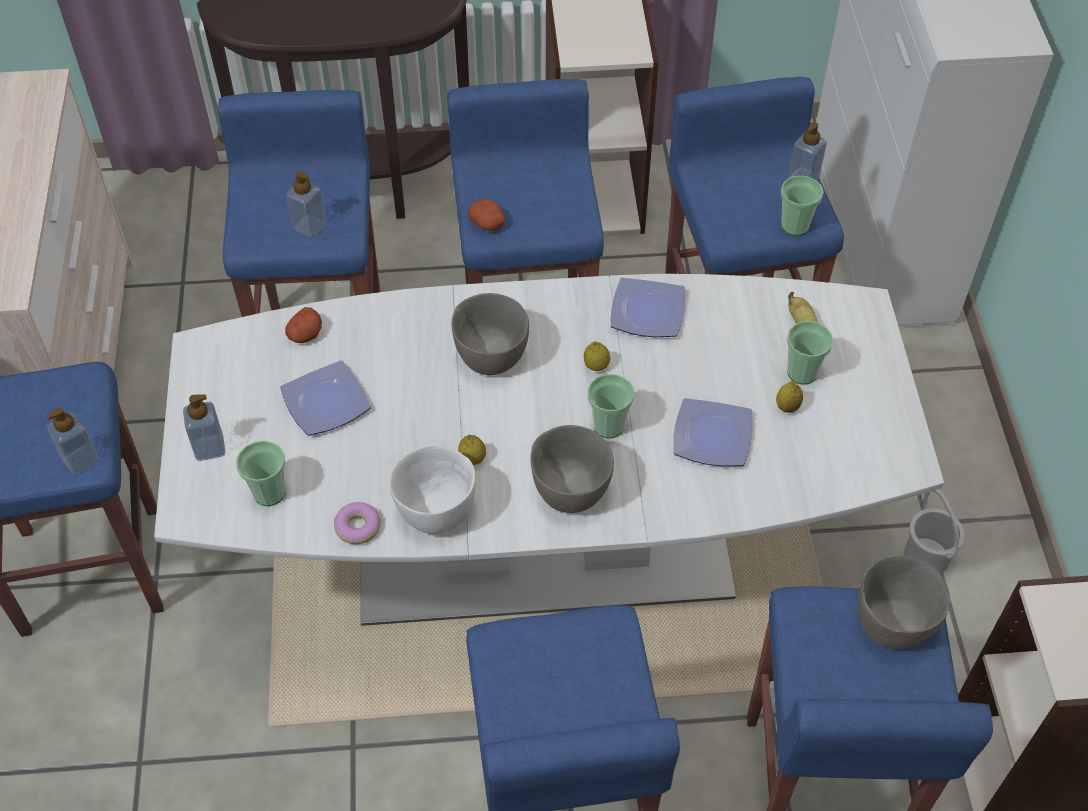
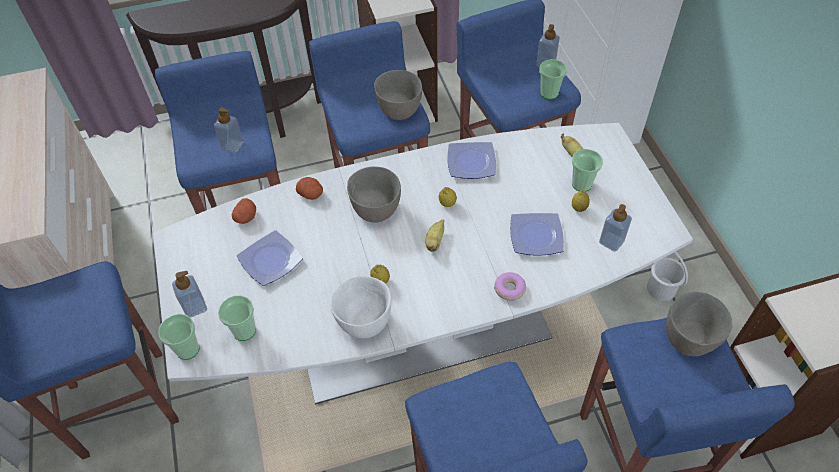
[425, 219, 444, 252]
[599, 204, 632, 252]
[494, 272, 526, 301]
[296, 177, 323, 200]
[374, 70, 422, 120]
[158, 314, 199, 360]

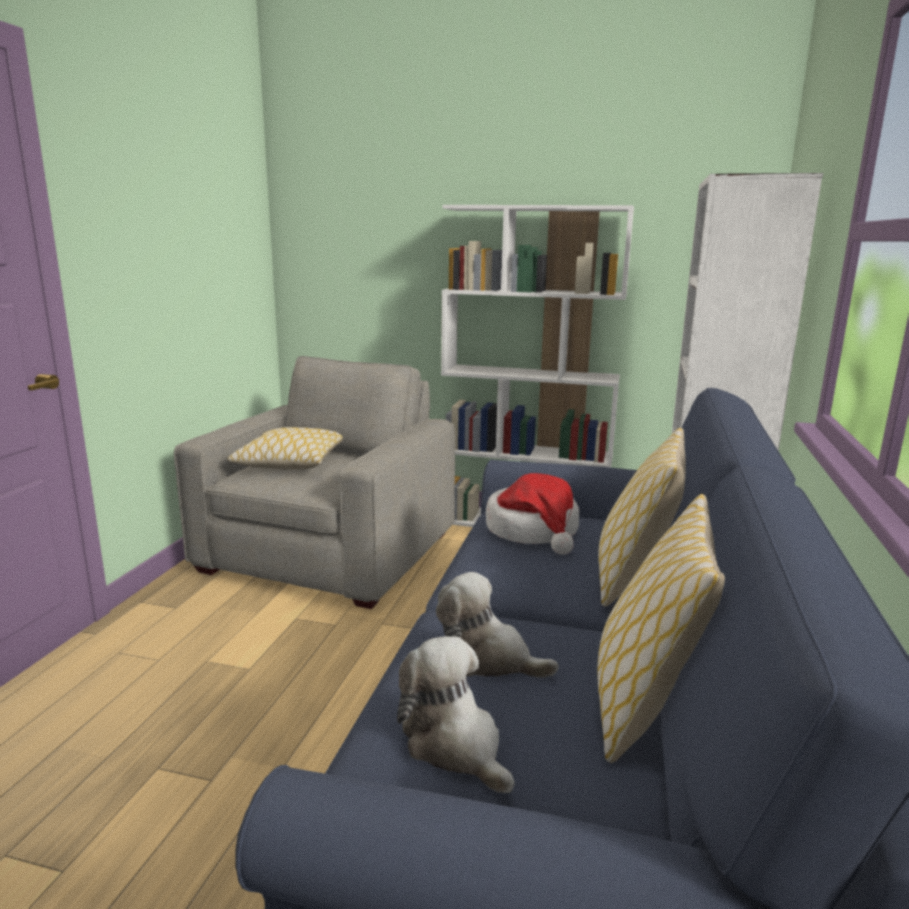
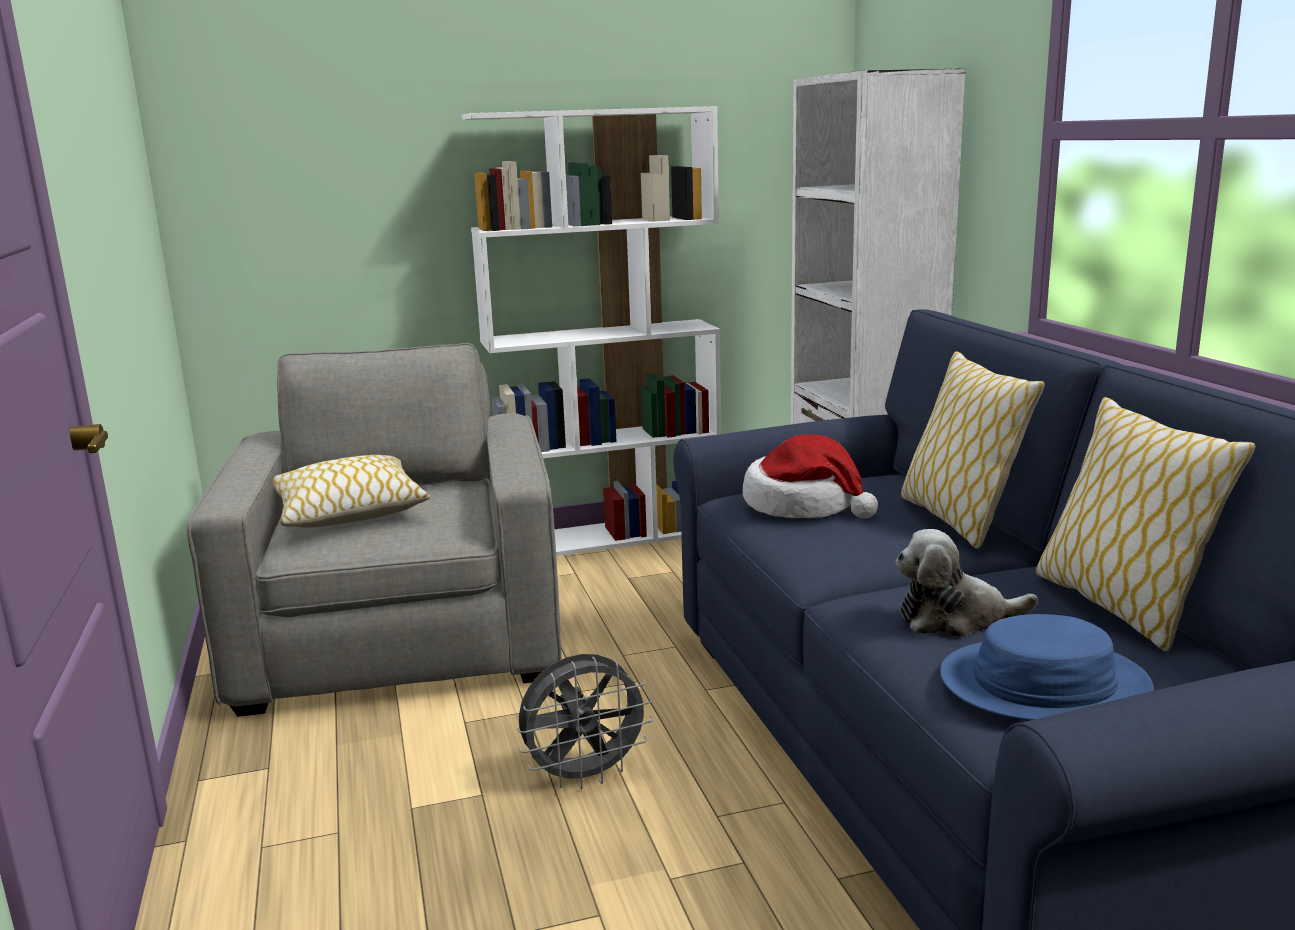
[517, 654, 654, 789]
[940, 614, 1154, 721]

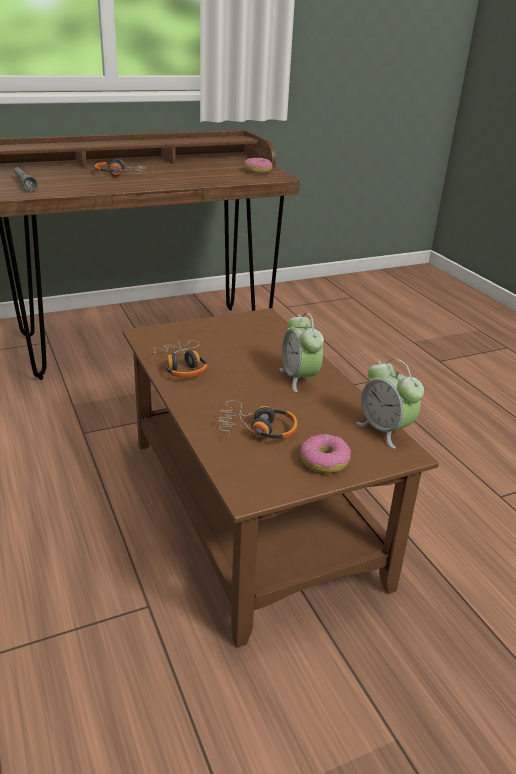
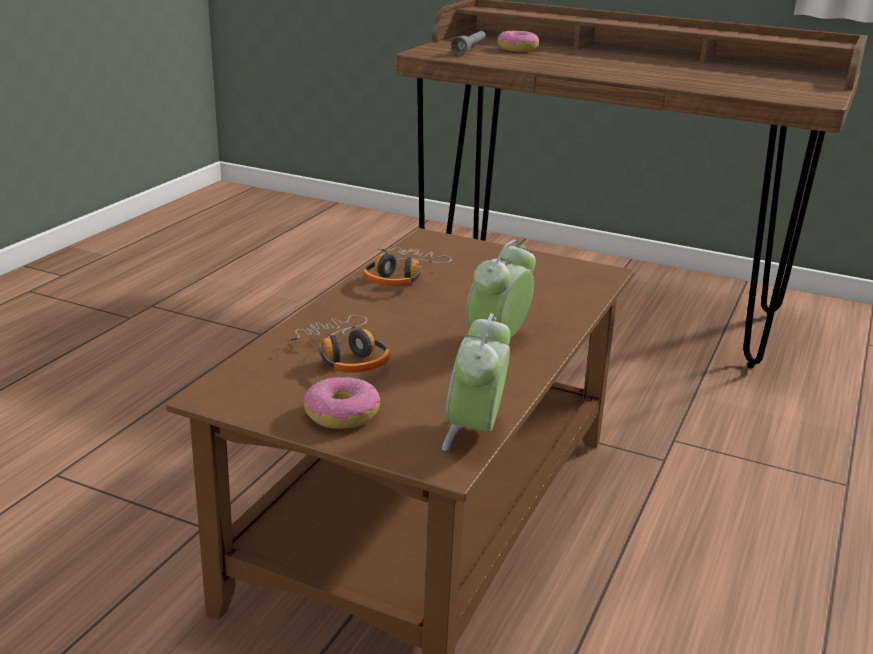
[94, 159, 145, 176] (first image)
[498, 30, 539, 51]

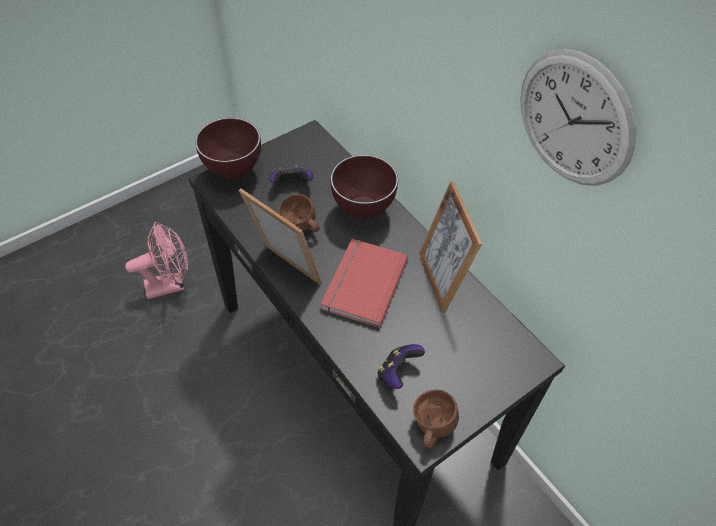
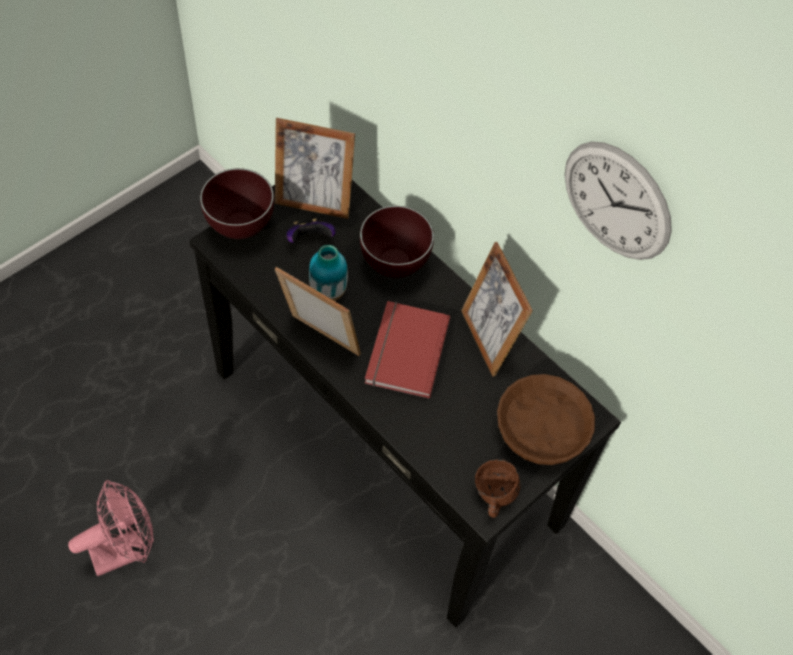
[378, 344, 425, 389] (first image)
[275, 118, 355, 219]
[497, 374, 595, 465]
[68, 480, 154, 576]
[309, 245, 348, 301]

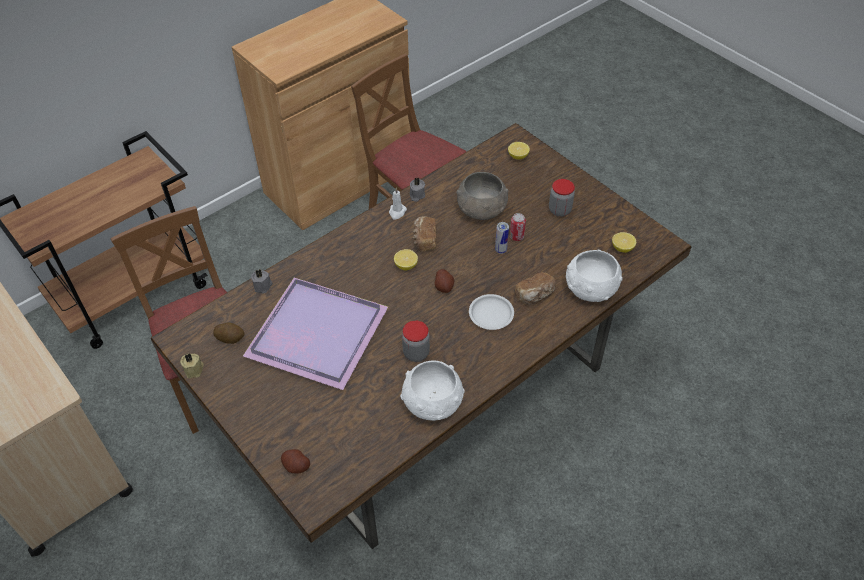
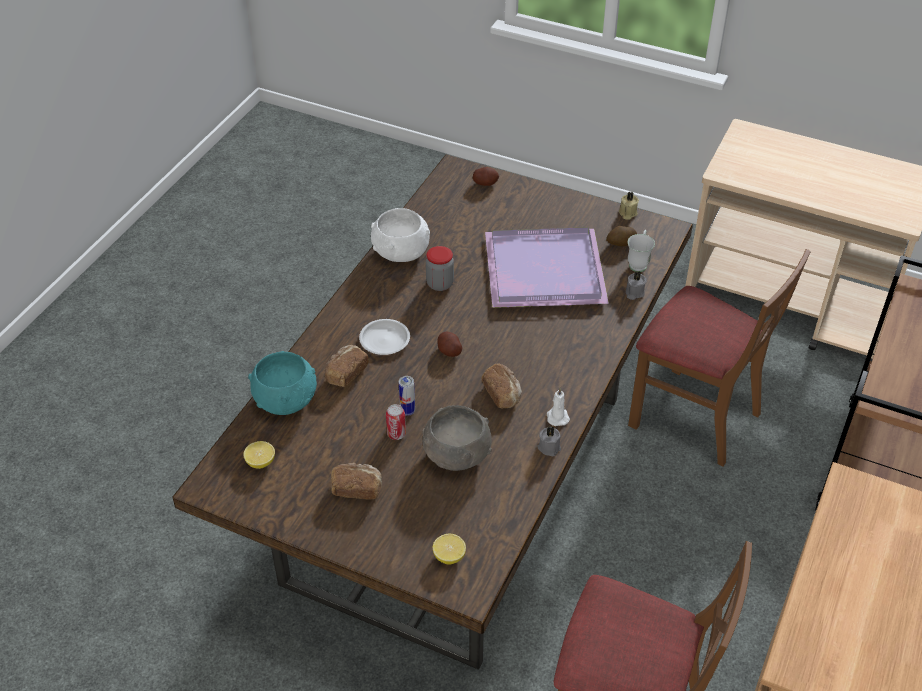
[394, 249, 418, 270] (first image)
[628, 230, 655, 272]
[331, 463, 382, 500]
[248, 351, 317, 415]

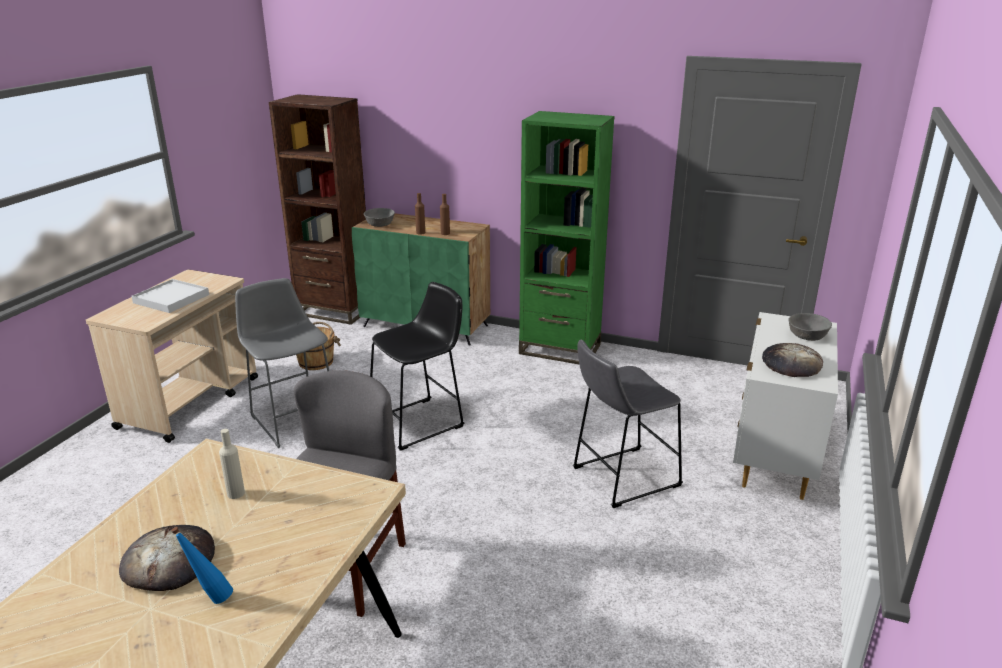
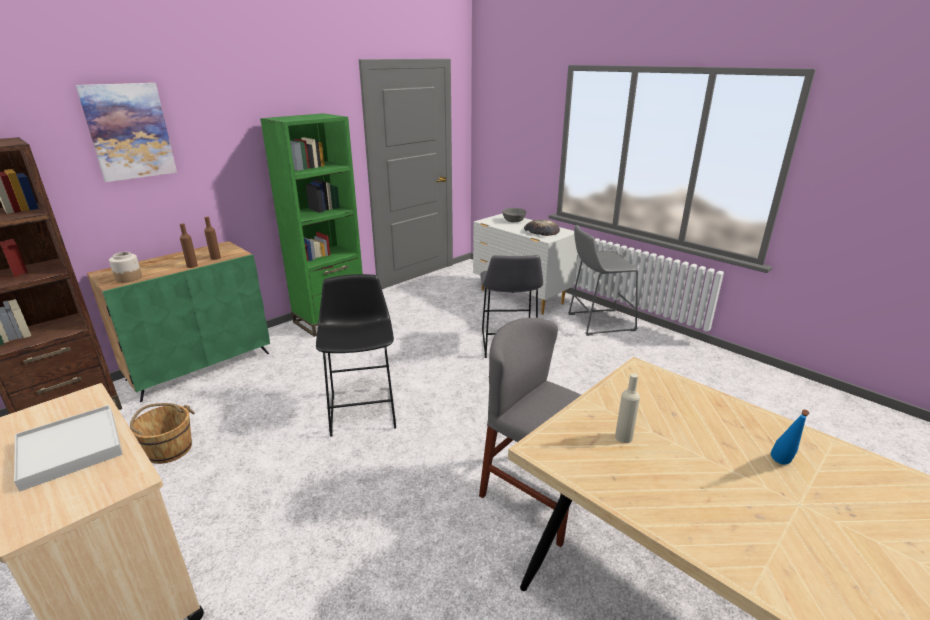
[119, 525, 215, 591] (first image)
[76, 83, 177, 182]
[568, 225, 638, 336]
[109, 252, 142, 283]

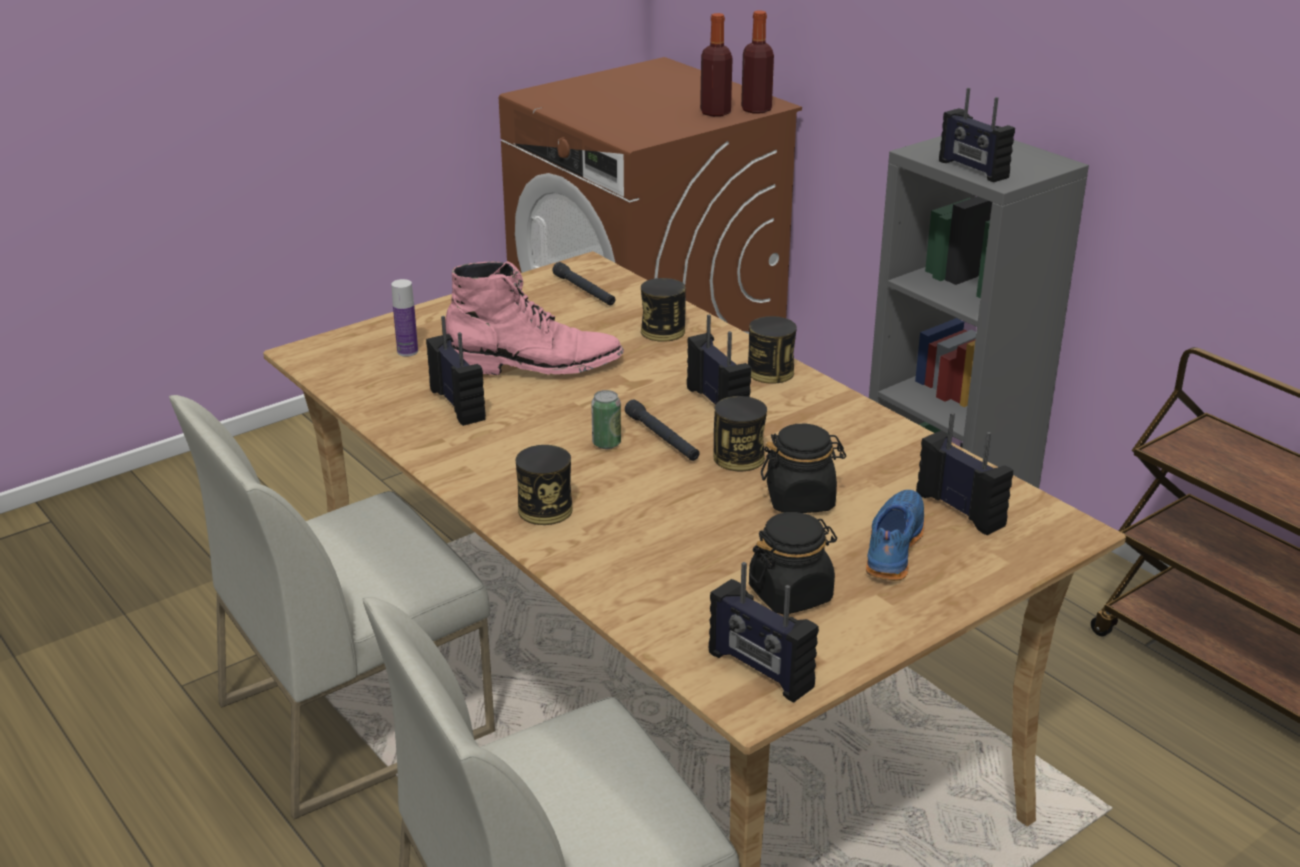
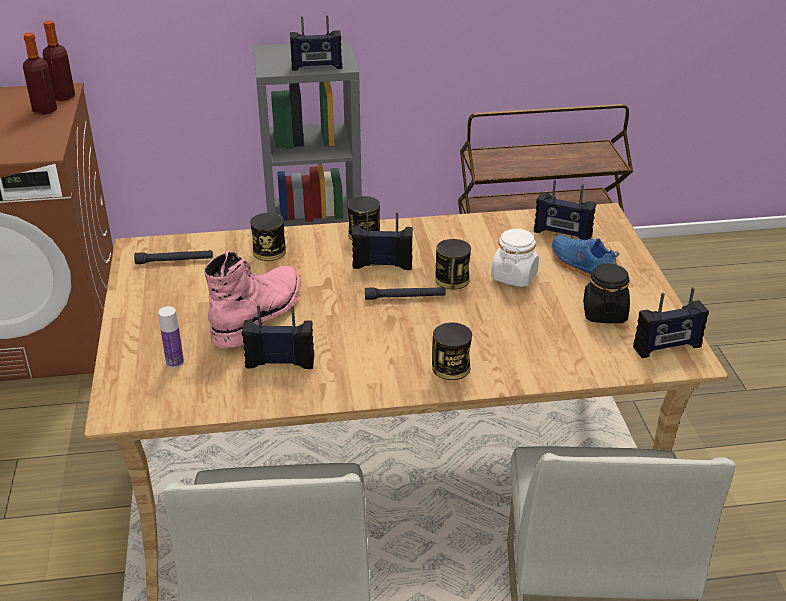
[591, 390, 621, 449] (first image)
[491, 229, 539, 287]
[534, 179, 596, 240]

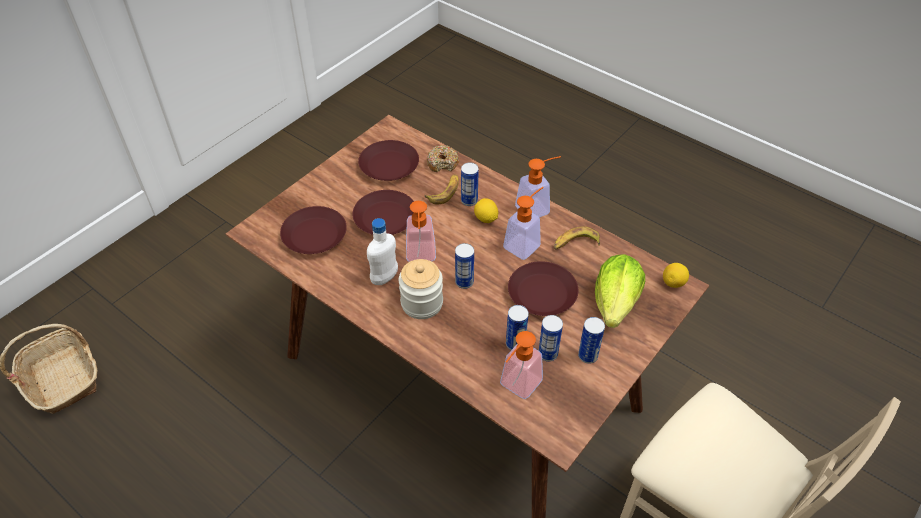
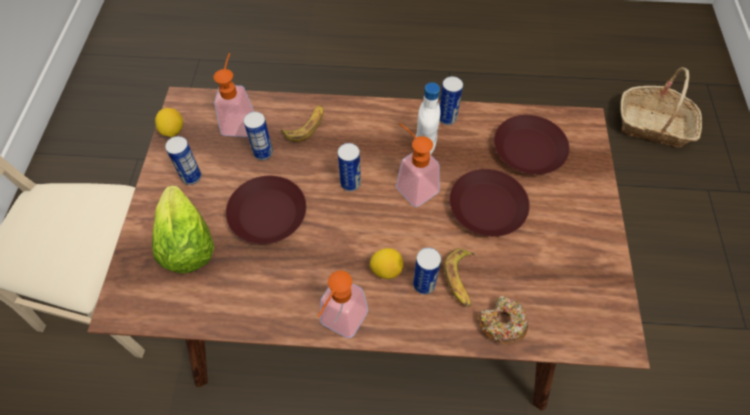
[358, 140, 419, 181] (first image)
[399, 259, 443, 319] (first image)
[503, 187, 544, 260] (first image)
[440, 76, 463, 125]
[281, 105, 323, 142]
[155, 108, 183, 137]

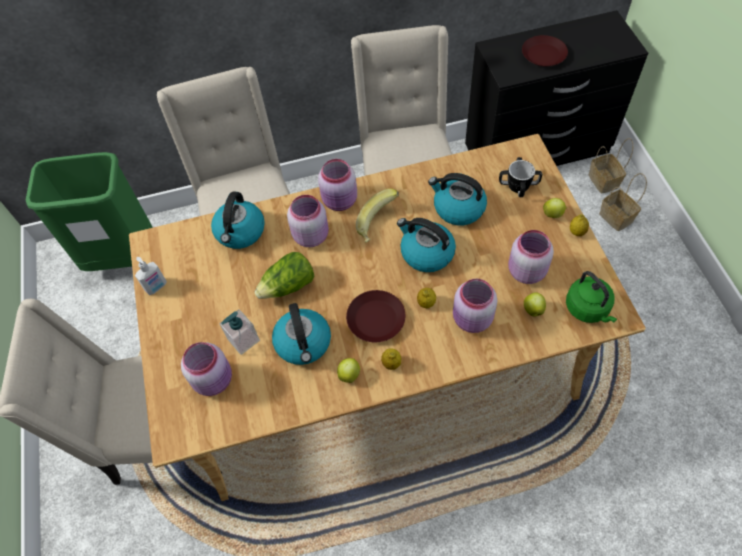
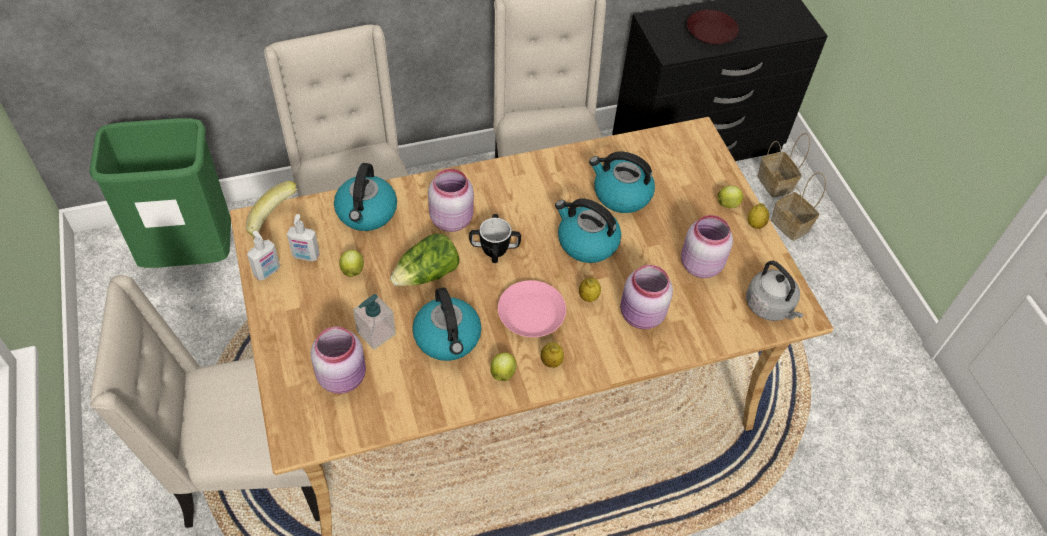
[318, 159, 357, 211] (first image)
[287, 214, 320, 261]
[246, 181, 299, 243]
[469, 214, 521, 263]
[339, 250, 364, 277]
[498, 280, 566, 337]
[746, 261, 804, 321]

